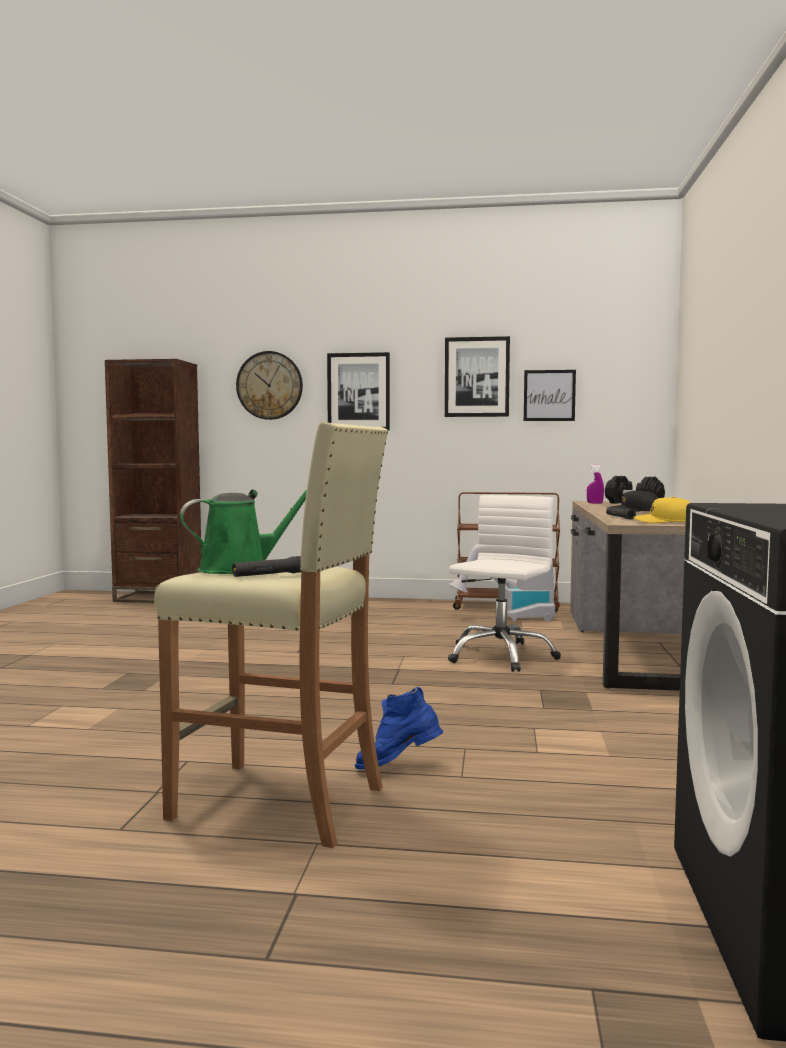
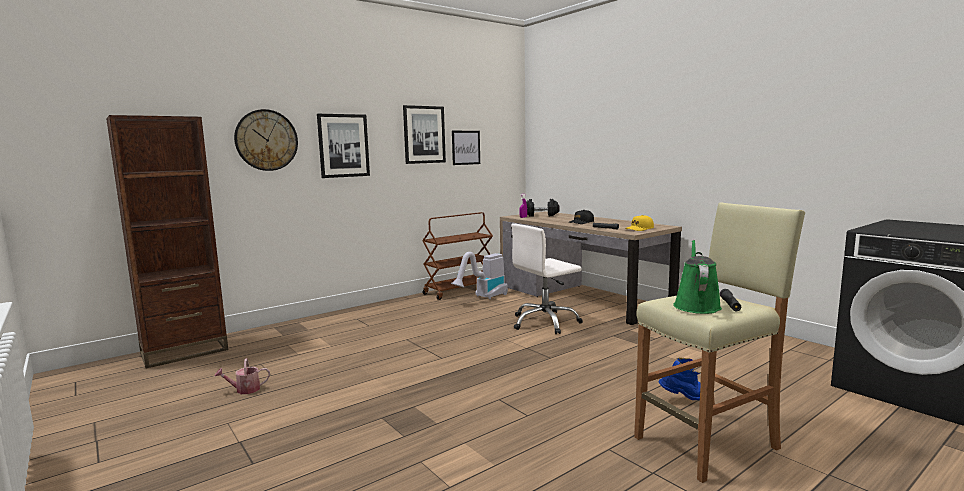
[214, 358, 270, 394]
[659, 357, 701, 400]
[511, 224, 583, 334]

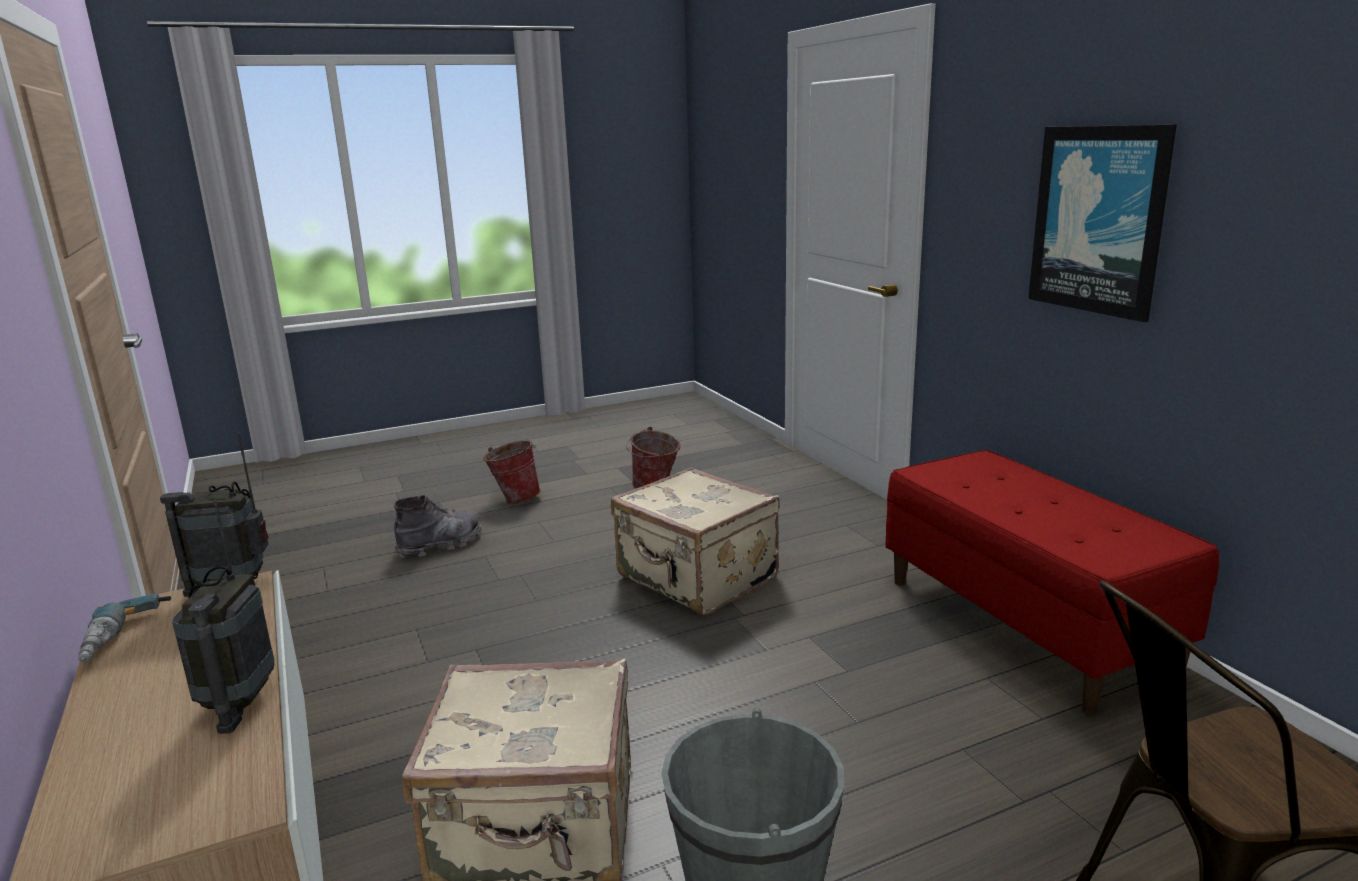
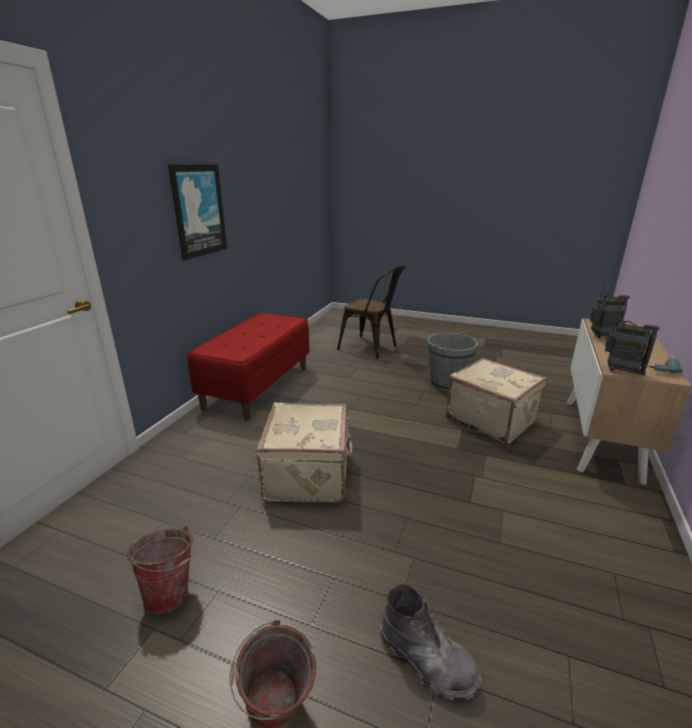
[590, 276, 630, 338]
[380, 584, 481, 700]

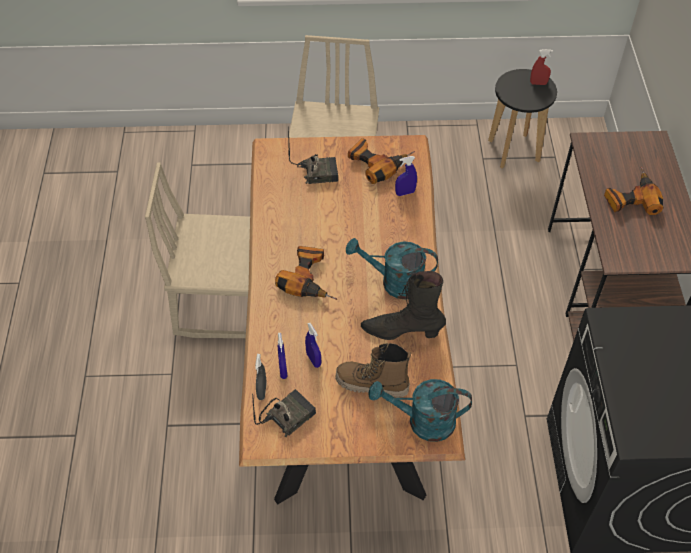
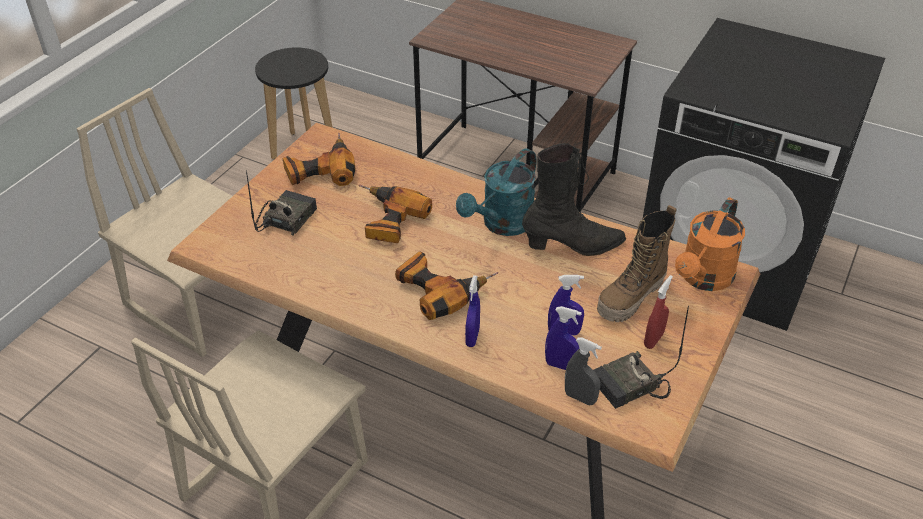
[465, 275, 480, 347]
[644, 275, 673, 349]
[359, 184, 432, 243]
[675, 198, 745, 291]
[594, 306, 689, 409]
[522, 143, 626, 256]

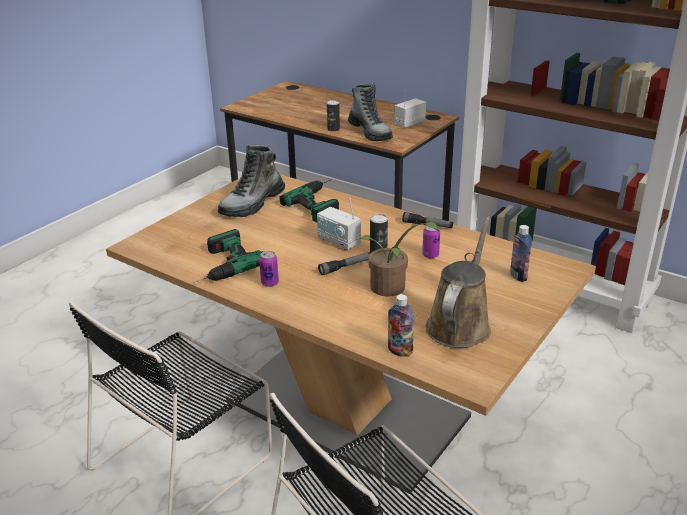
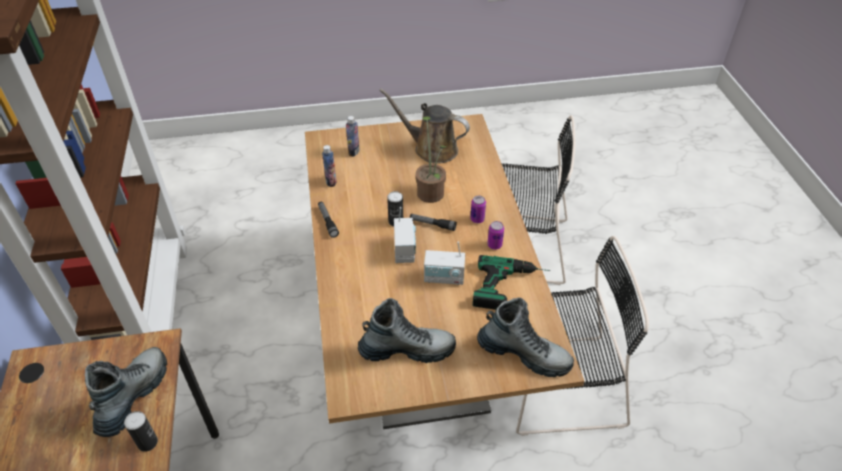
[280, 180, 339, 223] (first image)
[477, 297, 574, 377]
[322, 145, 336, 187]
[424, 241, 465, 285]
[470, 195, 486, 223]
[379, 89, 470, 164]

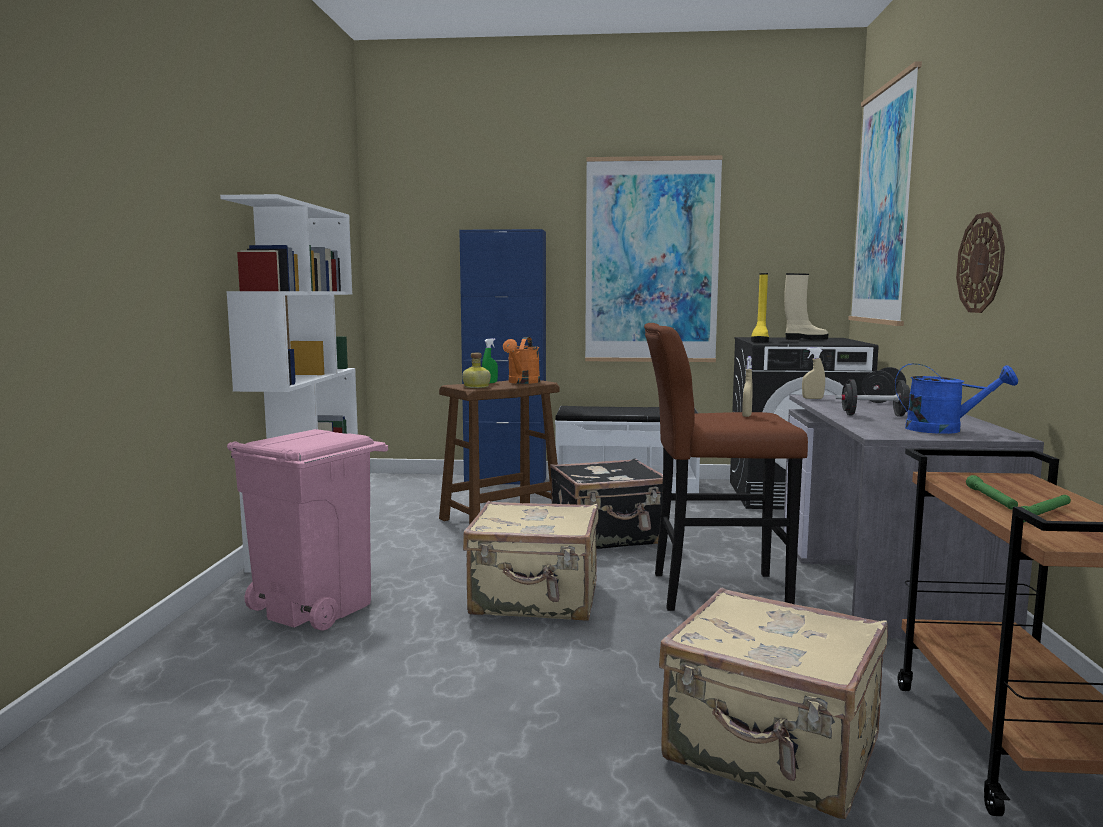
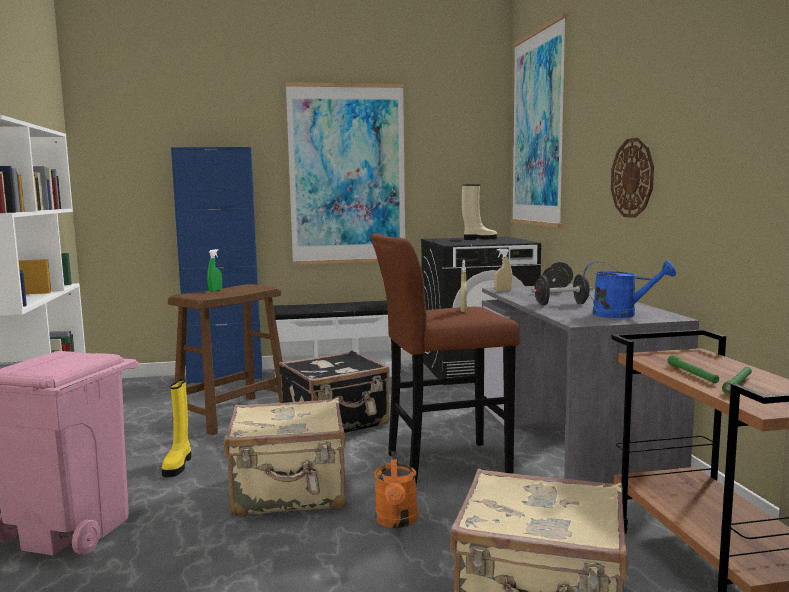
[462, 353, 491, 388] (first image)
[375, 452, 418, 528]
[162, 379, 191, 477]

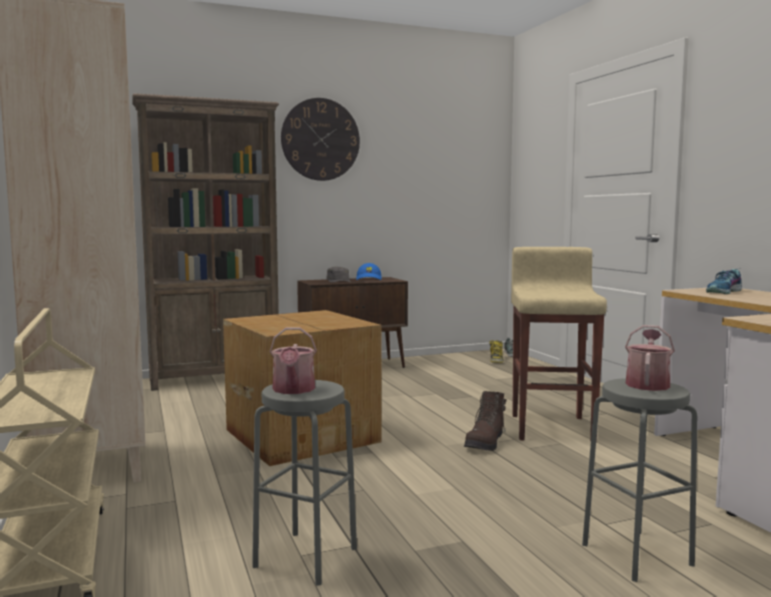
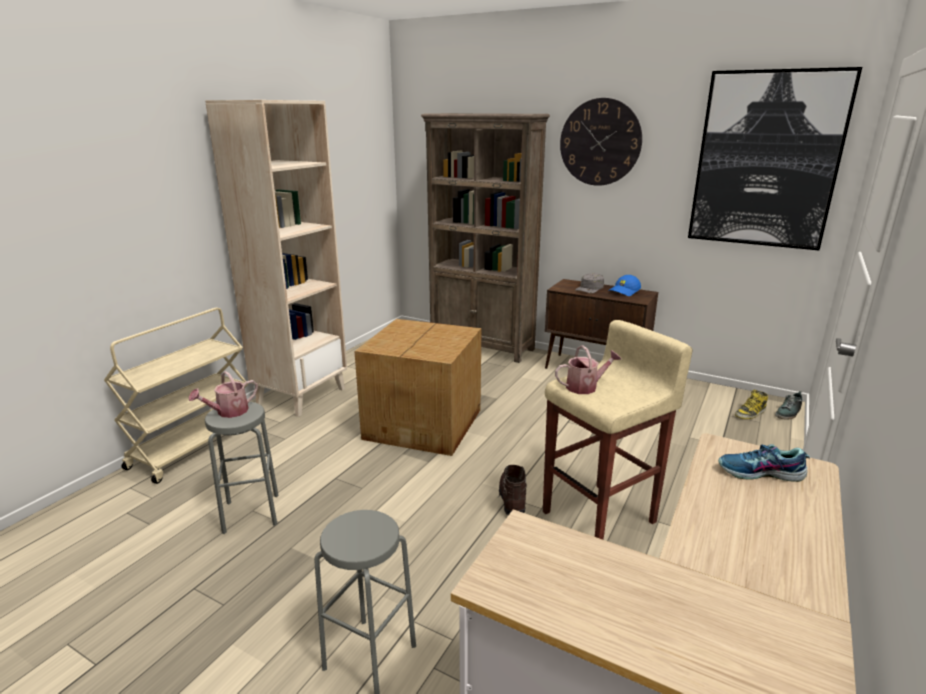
[688, 67, 862, 250]
[555, 345, 621, 394]
[498, 465, 527, 515]

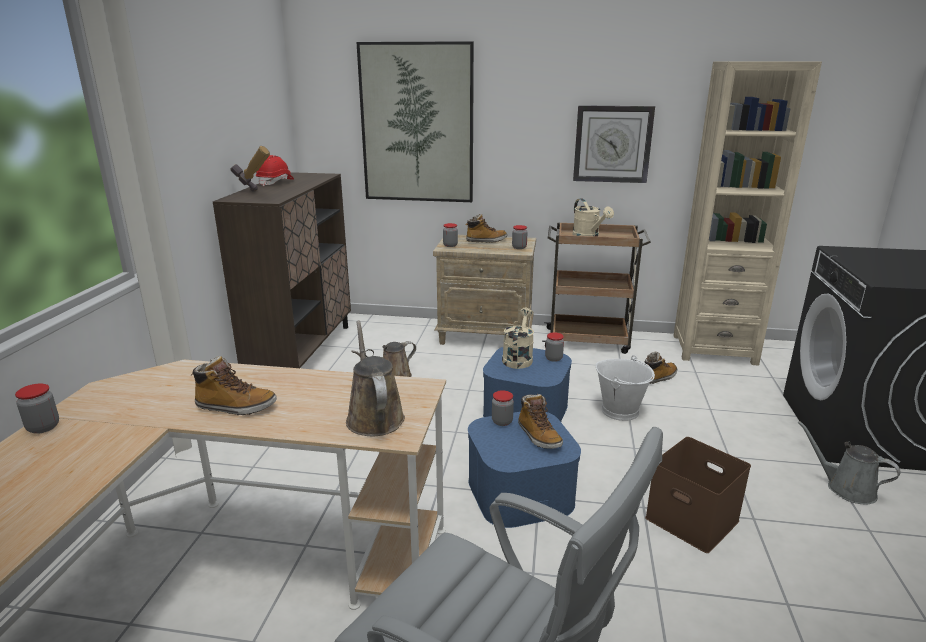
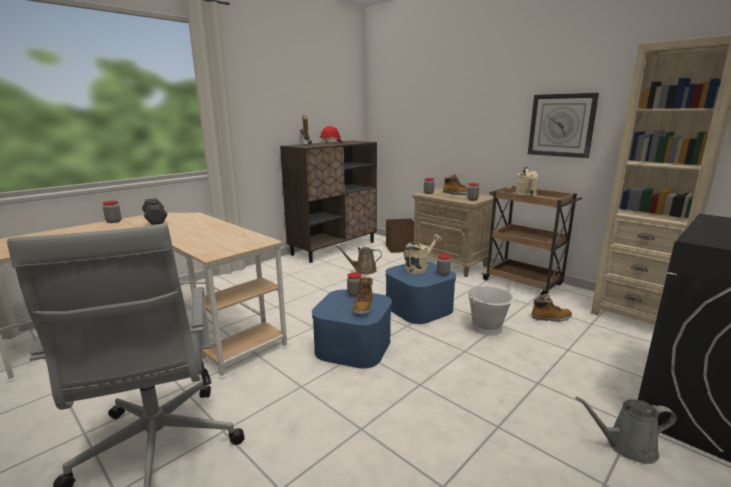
[191, 356, 277, 415] (first image)
[346, 320, 405, 436] (first image)
[356, 41, 474, 202] (first image)
[142, 198, 167, 225]
[386, 219, 414, 253]
[575, 397, 677, 464]

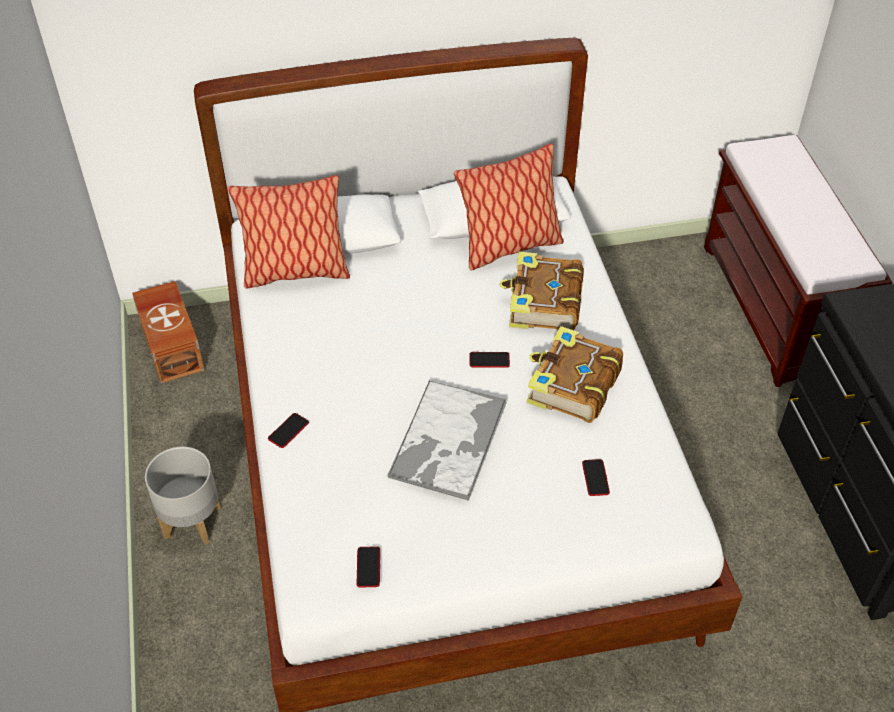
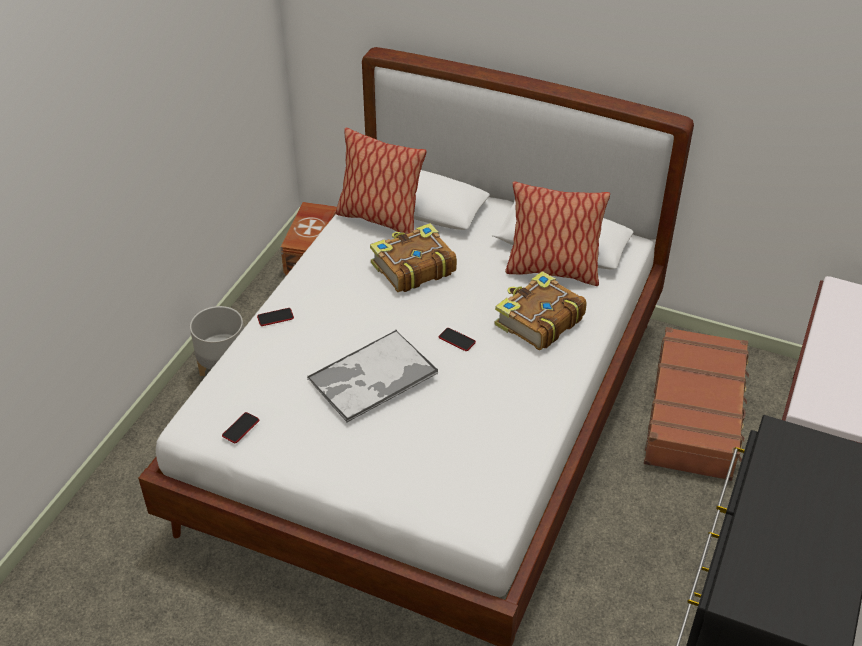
[582, 459, 610, 496] (first image)
[644, 327, 749, 481]
[370, 223, 457, 292]

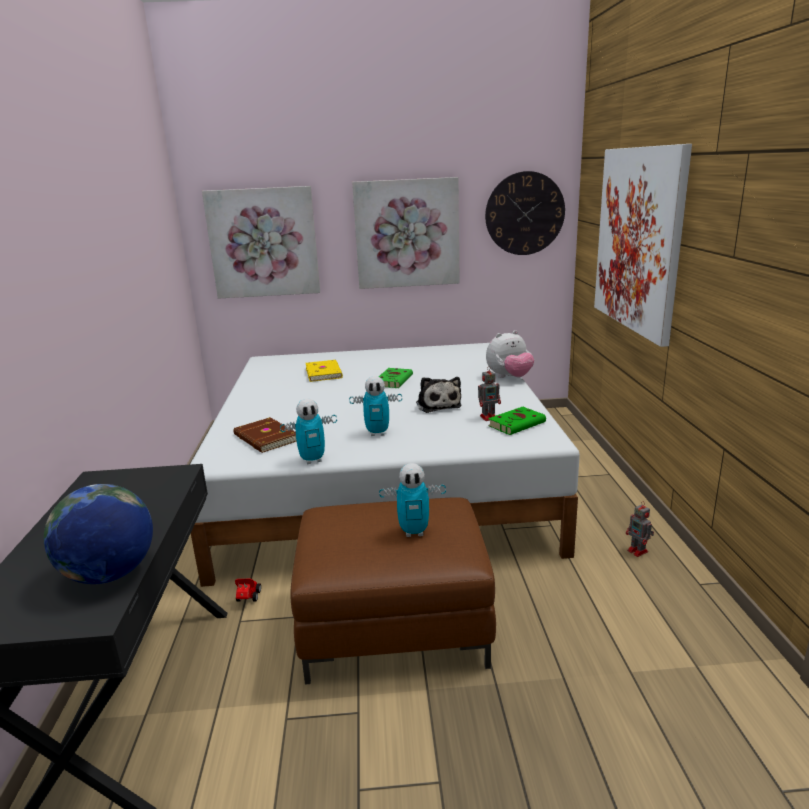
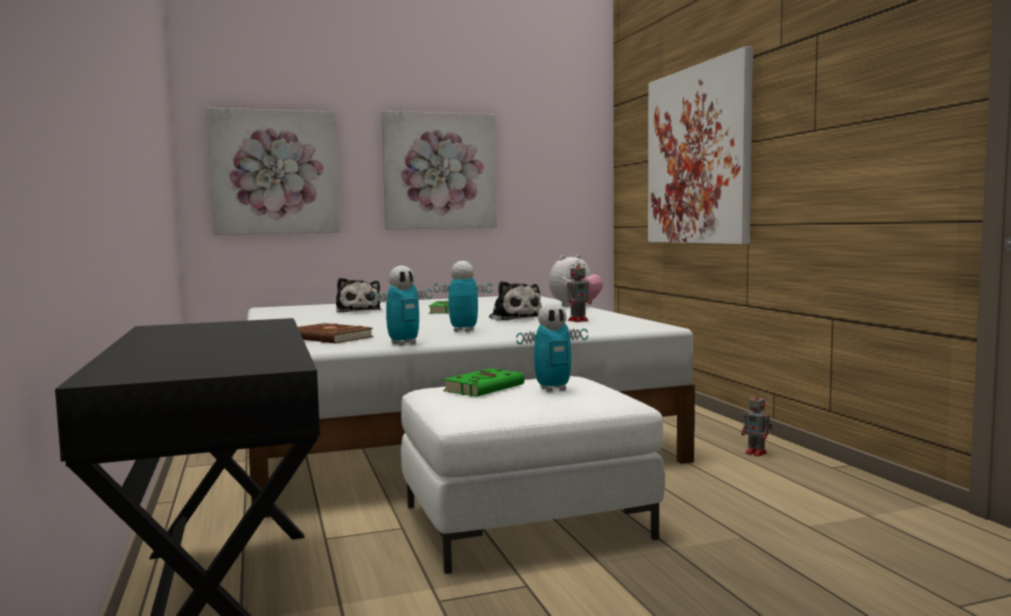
[44, 484, 153, 584] (first image)
[235, 579, 261, 602] (first image)
[485, 171, 565, 255] (first image)
[443, 368, 525, 397]
[336, 278, 381, 312]
[401, 376, 665, 574]
[434, 261, 492, 332]

